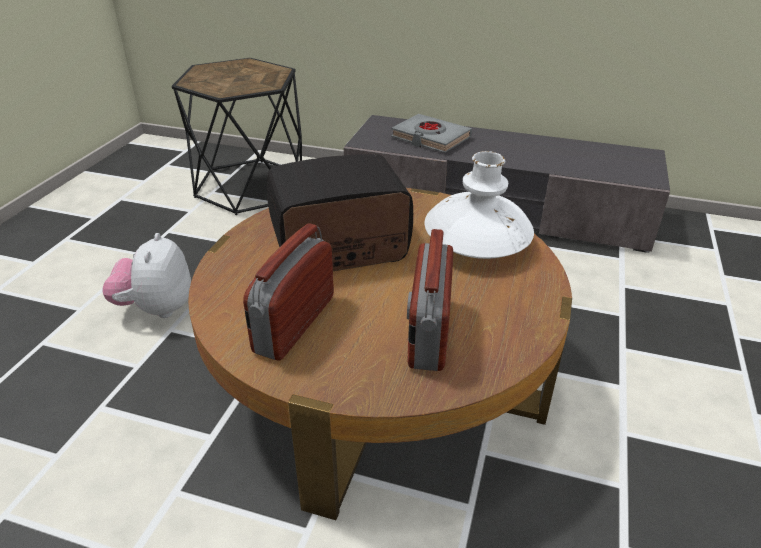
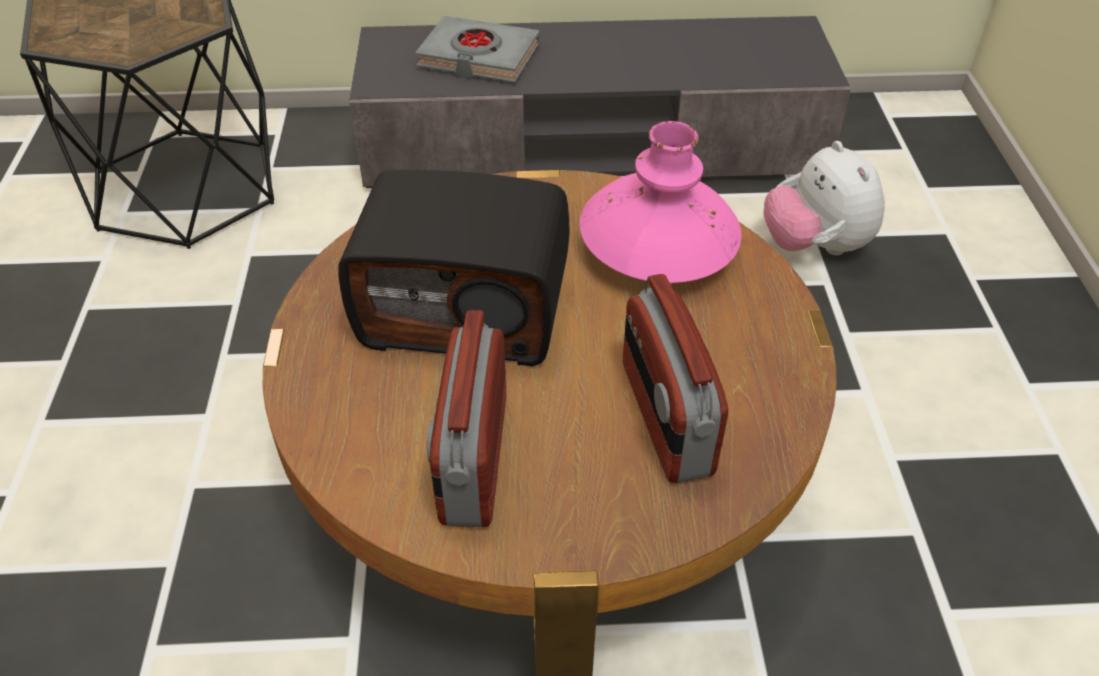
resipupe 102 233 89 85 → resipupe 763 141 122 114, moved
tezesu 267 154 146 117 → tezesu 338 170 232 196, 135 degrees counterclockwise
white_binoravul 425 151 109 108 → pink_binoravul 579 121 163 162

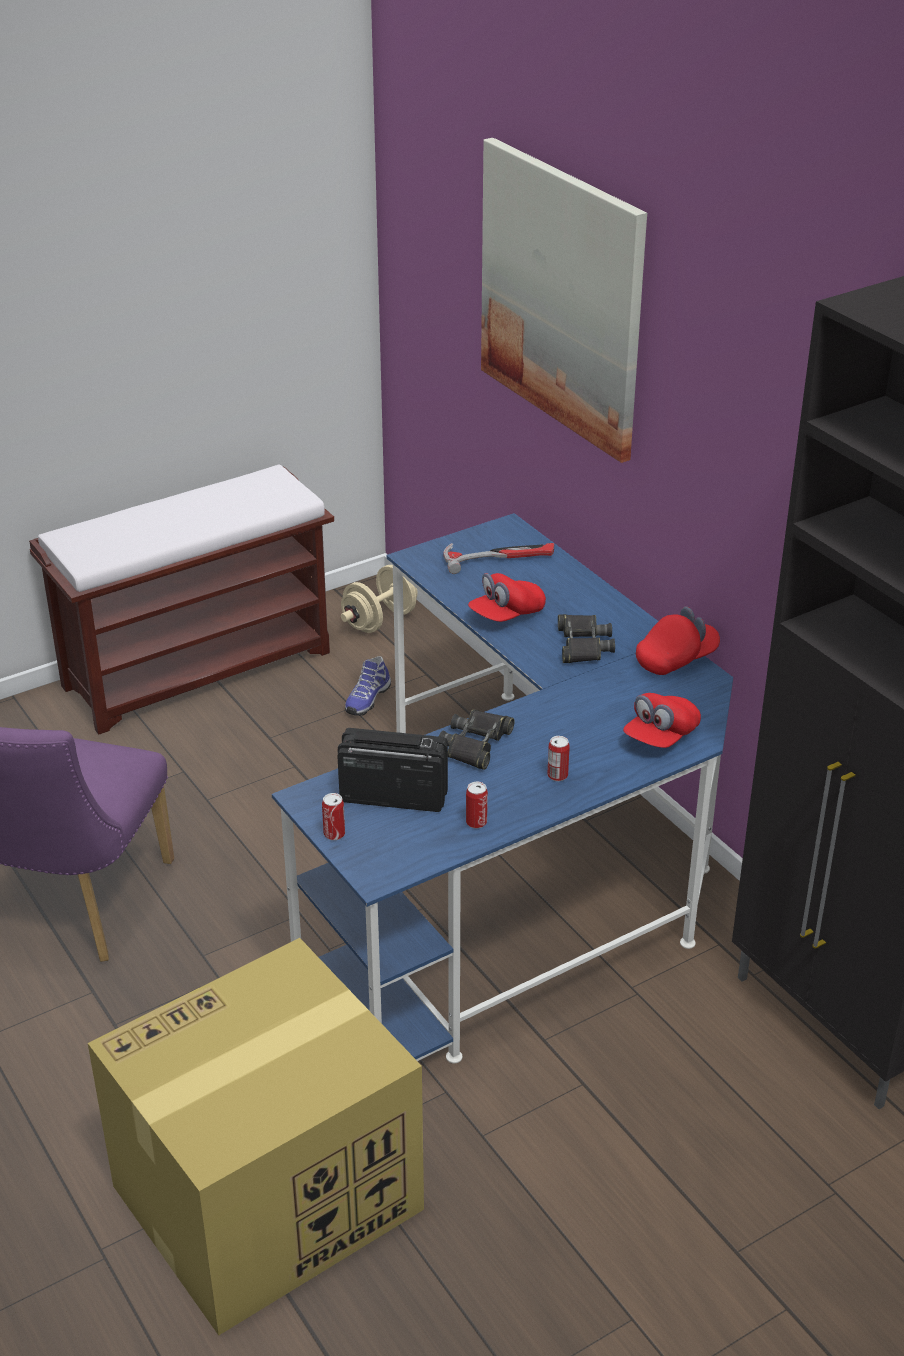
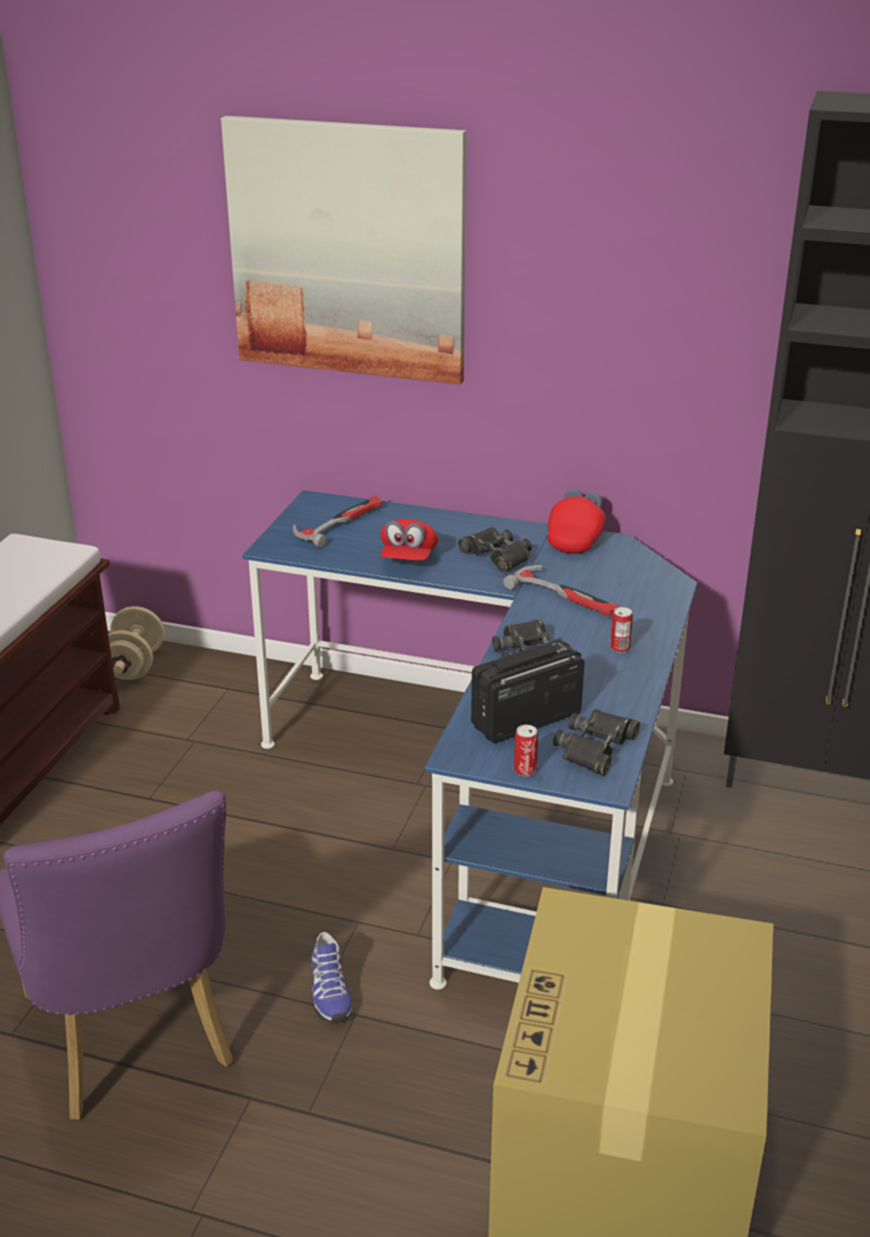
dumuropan 345 656 46 60 → dumuropan 311 932 41 91, moved
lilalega 466 782 22 47 → -
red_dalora 623 693 78 55 → -
- → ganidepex 503 565 117 51
- → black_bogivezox 553 709 87 67

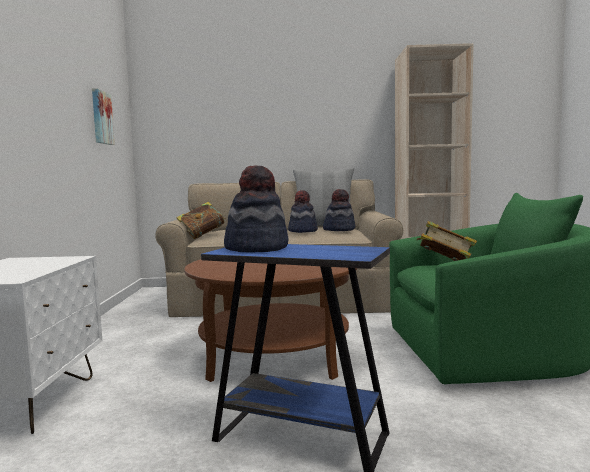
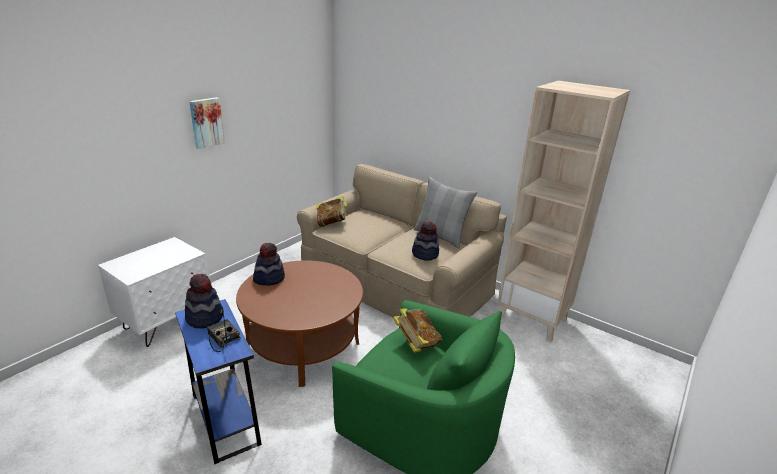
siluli 92 88 23 57 → siluli 189 97 36 52, moved
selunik 288 190 30 43 → selunik 253 243 32 43, moved
- → tezesu 207 307 33 45

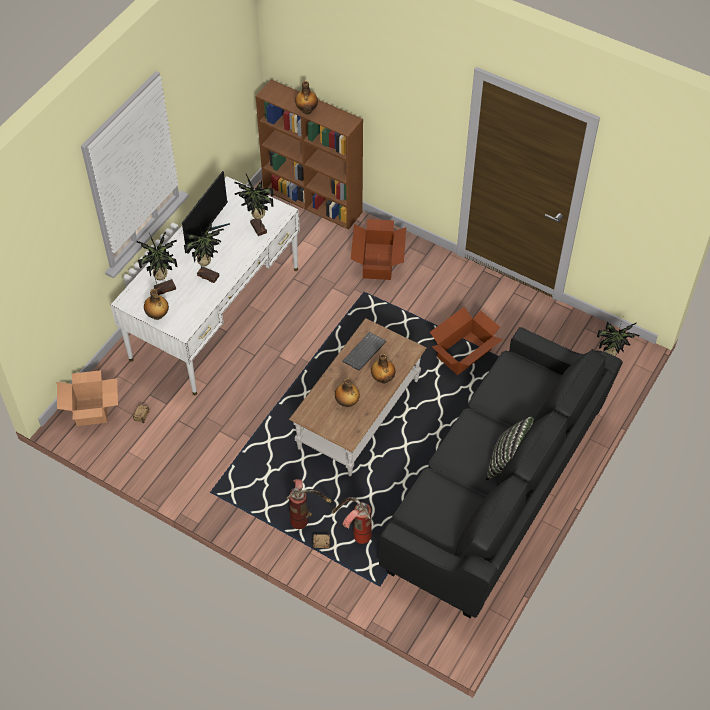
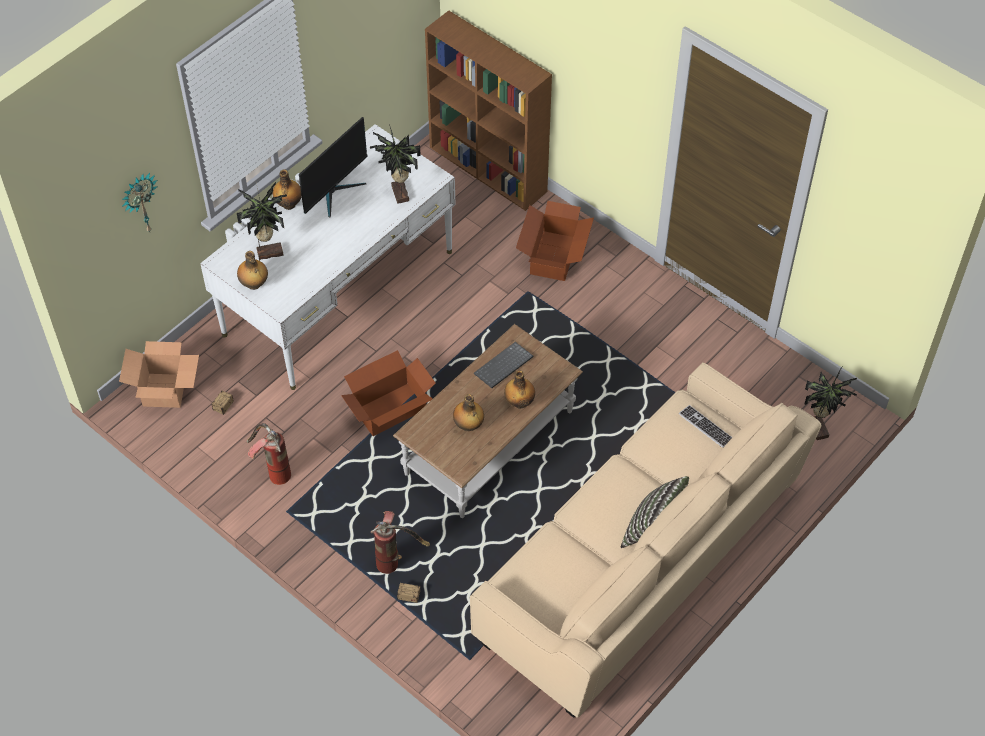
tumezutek 184 219 40 64 → -
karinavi 295 81 23 33 → karinavi 273 169 29 41, moved
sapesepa 332 497 40 47 → sapesepa 247 423 44 62, moved
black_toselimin 379 327 244 291 → beige_toselimin 470 362 352 356
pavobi 430 307 73 68 → pavobi 341 350 95 86, moved
- → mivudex 122 173 35 59
- → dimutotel 679 405 54 43

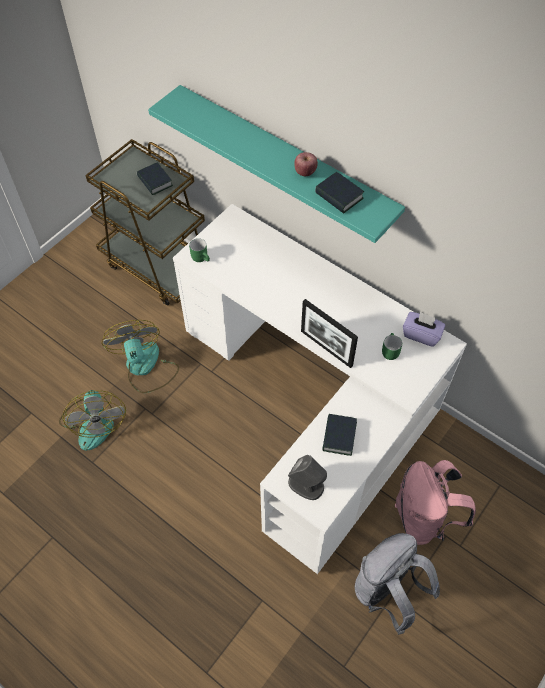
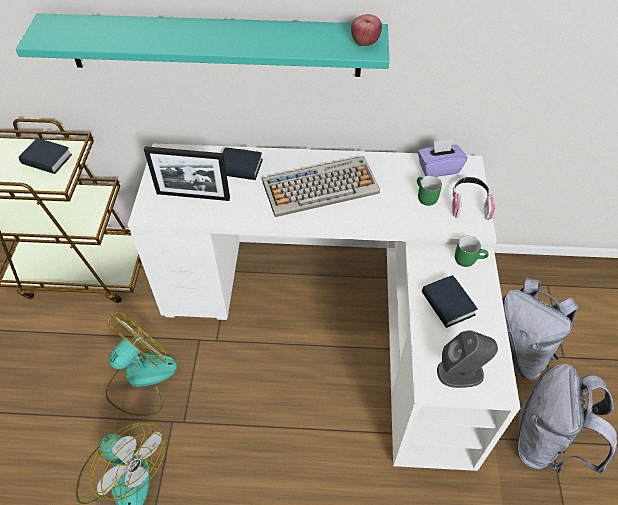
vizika 102 320 77 73 → vizika 106 311 71 105, 90 degrees clockwise
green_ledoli 189 238 21 24 → green_ledoli 455 236 34 31, moved
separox 294 152 24 24 → separox 351 14 31 32, moved
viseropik 301 299 57 69 → viseropik 144 146 86 55, moved
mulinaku 315 172 49 42 → mulinaku 222 147 41 33, moved
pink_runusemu 395 460 81 85 → grey_runusemu 502 278 77 102
- → dimutotel 262 156 118 61
- → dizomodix 452 177 43 43

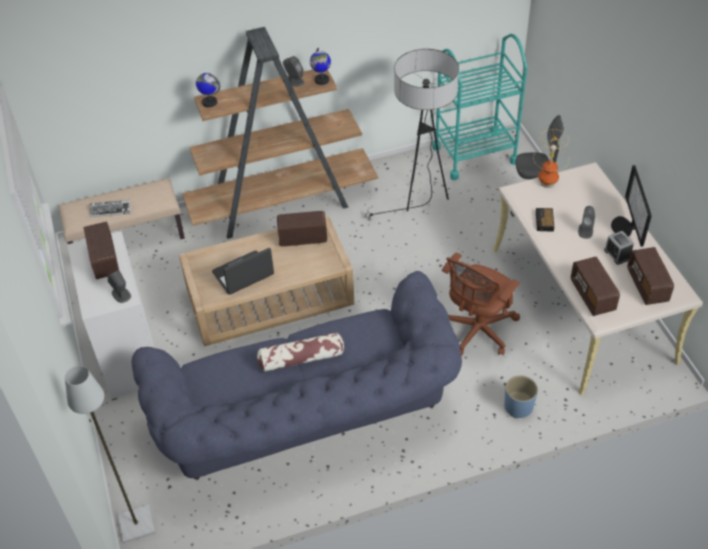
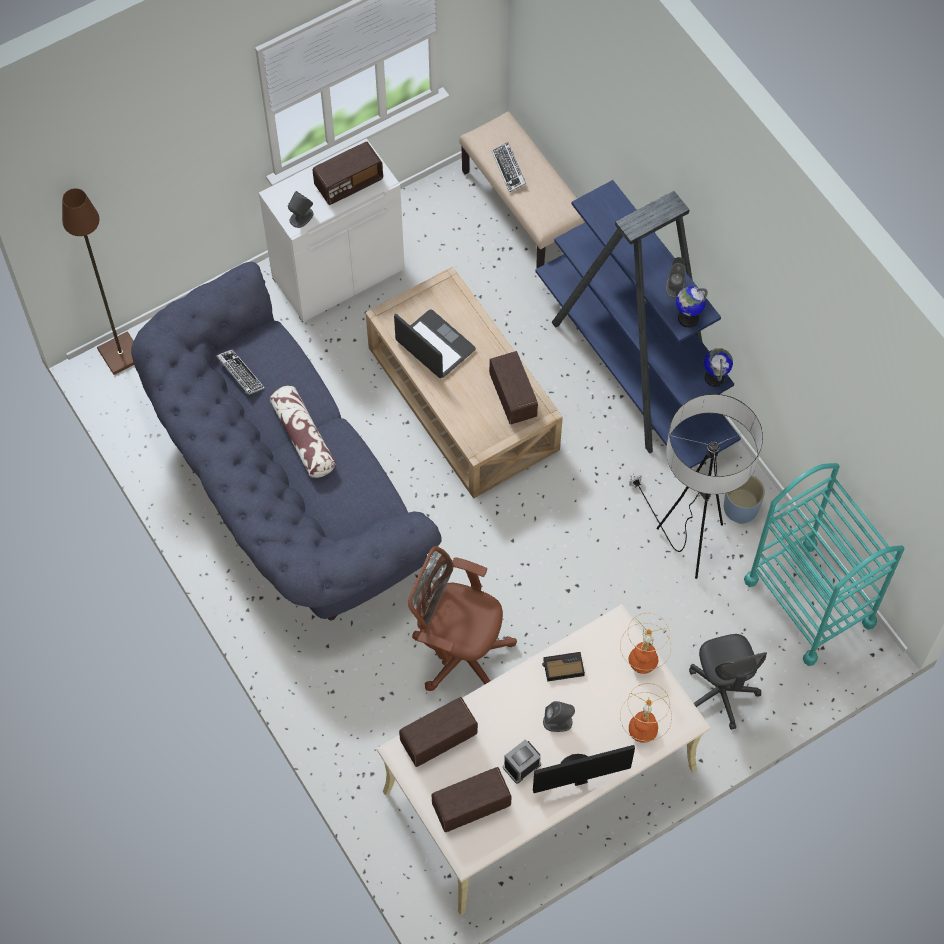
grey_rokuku 65 366 91 177 → brown_rokuku 62 188 72 187
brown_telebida 182 27 196 212 → blue_telebida 535 180 206 288
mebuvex 196 73 24 34 → mebuvex 704 348 29 39, moved
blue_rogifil 504 376 34 42 → blue_rogifil 724 476 41 48, moved
- → dimutotel 216 349 49 46
- → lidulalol 620 683 52 60

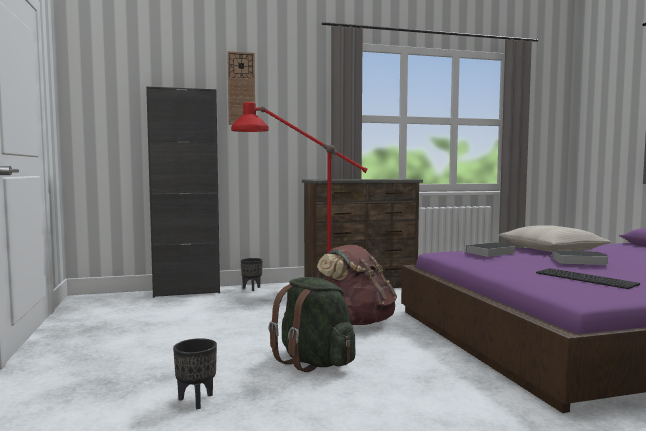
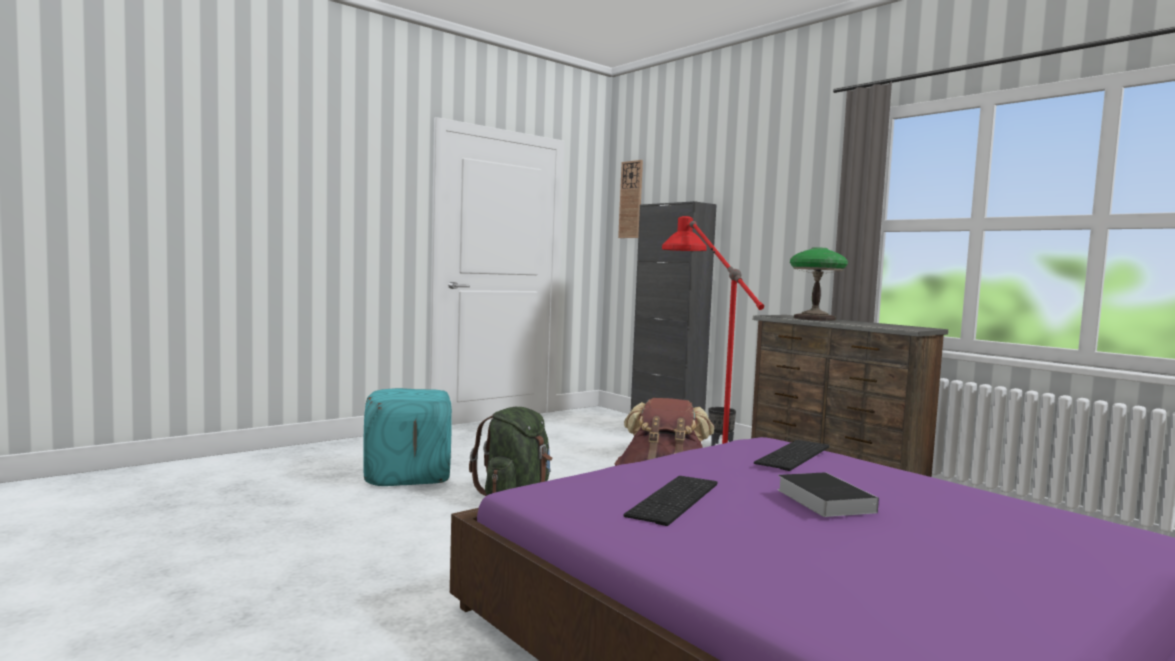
black_rogifil 173 338 44 71 → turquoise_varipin 363 388 89 98
mivudex 227 51 28 74 → mivudex 618 160 25 78, moved
mulinaku 462 242 54 15 → dimutotel 754 440 75 31
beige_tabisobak 499 225 112 27 → -
- → lidulalol 790 247 58 74

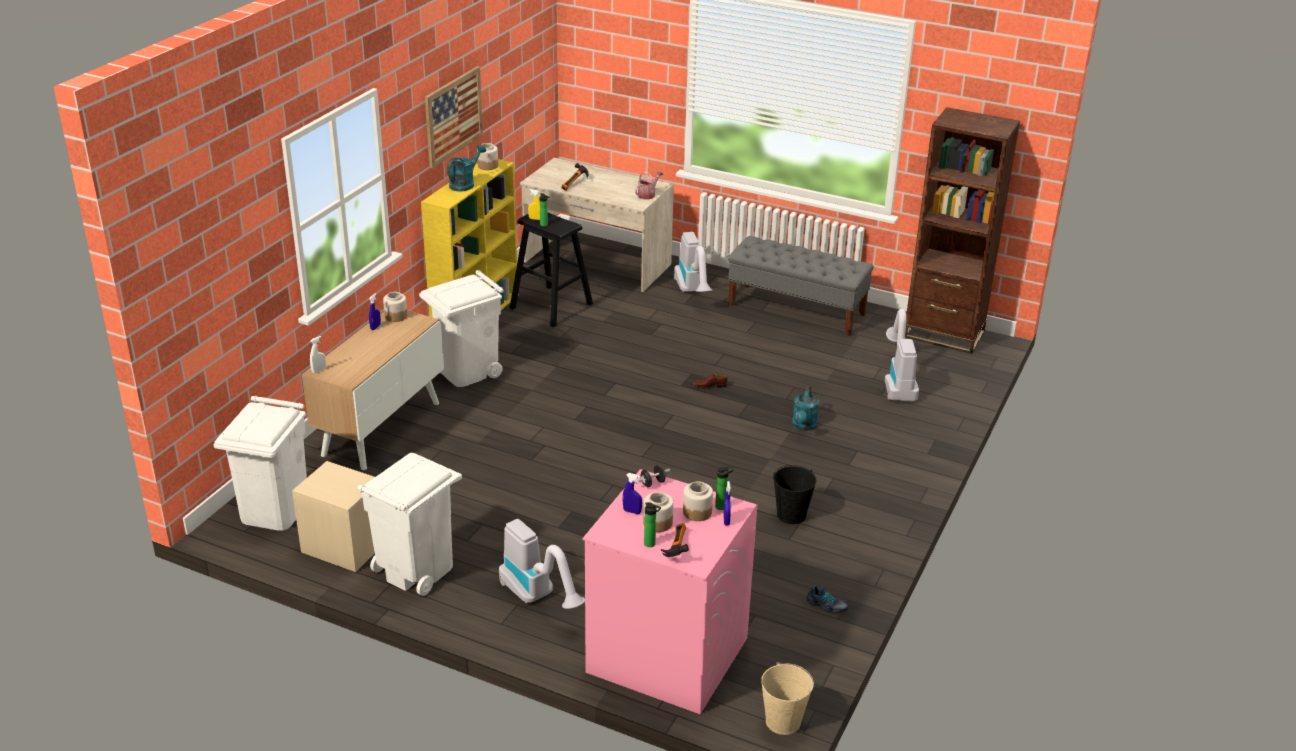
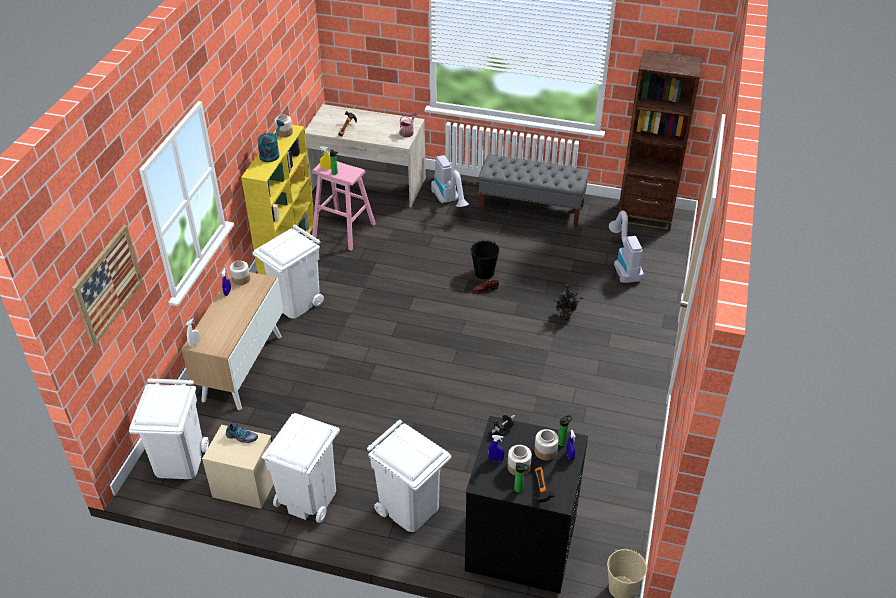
siluli 425 66 58 102 → siluli 72 225 71 121, moved
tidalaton 499 519 86 90 → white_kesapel 367 420 84 112
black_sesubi 510 213 83 115 → pink_sesubi 312 161 64 89
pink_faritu 583 469 174 245 → black_faritu 465 416 123 178
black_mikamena 773 465 43 59 → black_mikamena 471 240 28 39, moved
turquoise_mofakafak 792 386 27 45 → tumezutek 552 283 32 37
dumuropan 807 585 41 29 → dumuropan 226 423 32 20, moved

